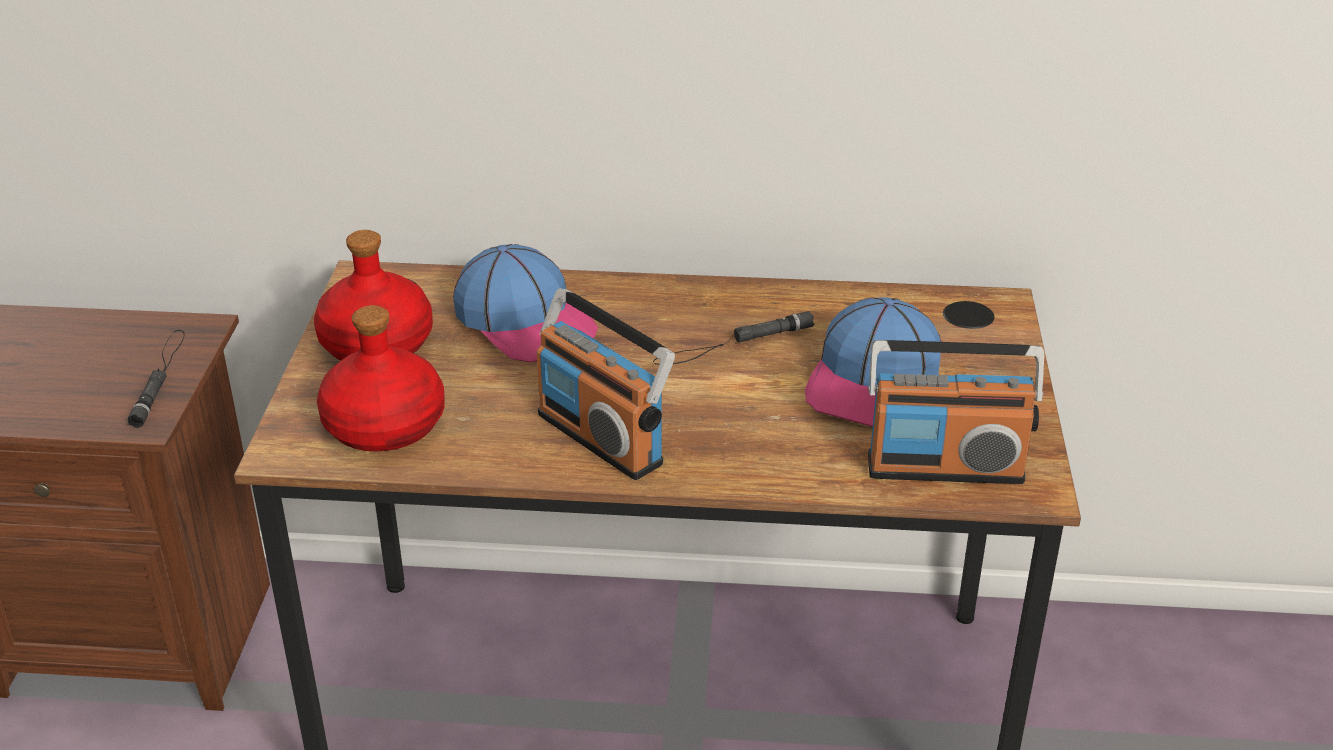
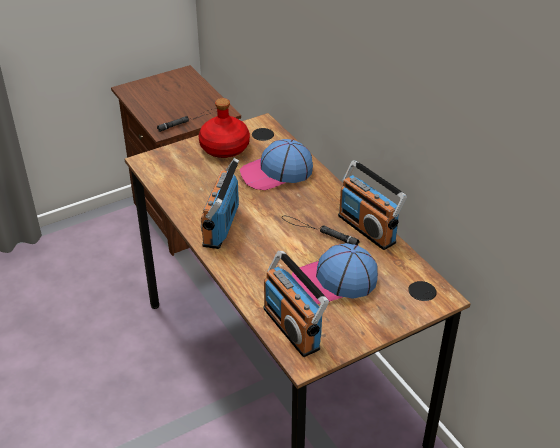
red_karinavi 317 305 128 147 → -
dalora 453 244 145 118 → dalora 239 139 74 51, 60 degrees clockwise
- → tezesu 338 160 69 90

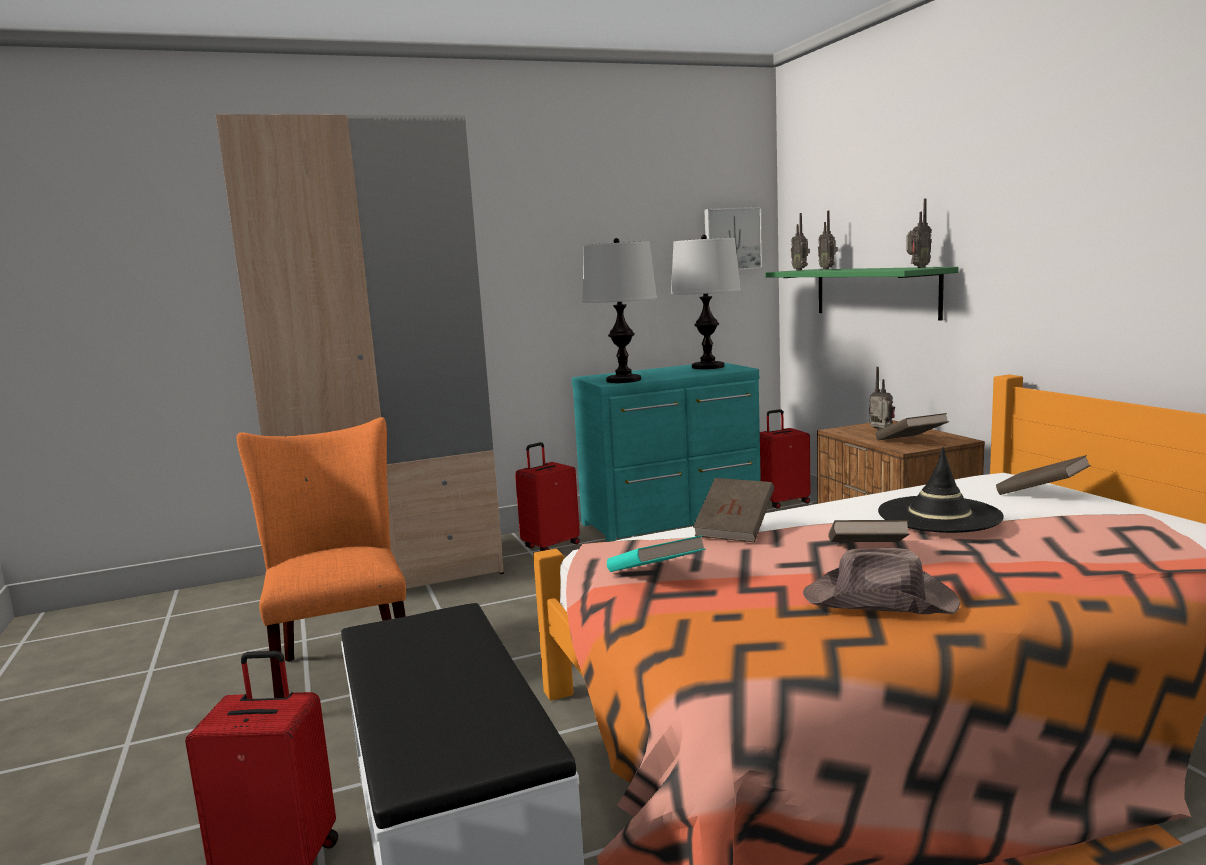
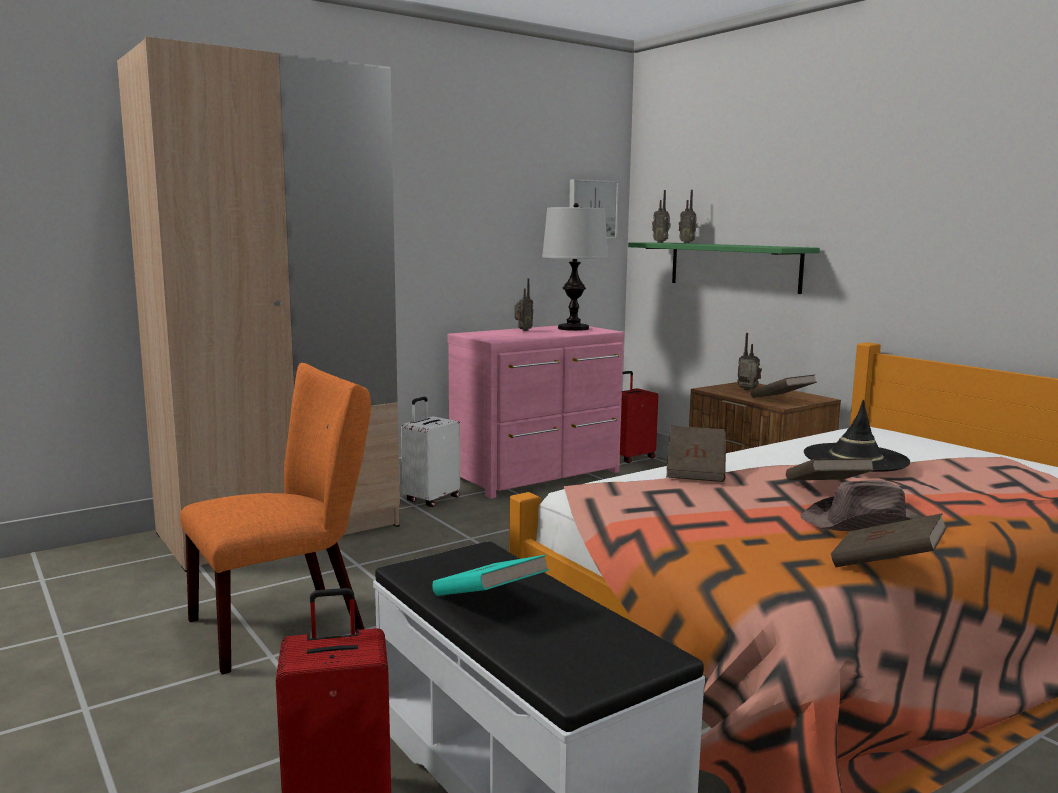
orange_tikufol 237 417 169 281 → orange_tikufol 180 363 191 312, 90 degrees clockwise
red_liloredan 515 442 65 109 → white_liloredan 401 397 59 110
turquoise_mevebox 571 363 190 179 → pink_mevebox 448 326 177 173
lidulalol 582 238 75 145 → -
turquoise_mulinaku 607 535 99 37 → turquoise_mulinaku 432 555 118 41, moved
tezesu 906 198 25 70 → tezesu 514 278 19 53, moved
brown_mulinaku 996 455 95 40 → brown_mulinaku 831 513 116 54, moved

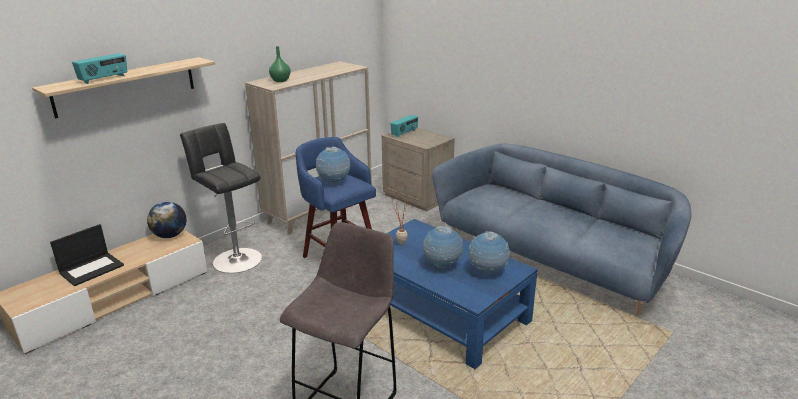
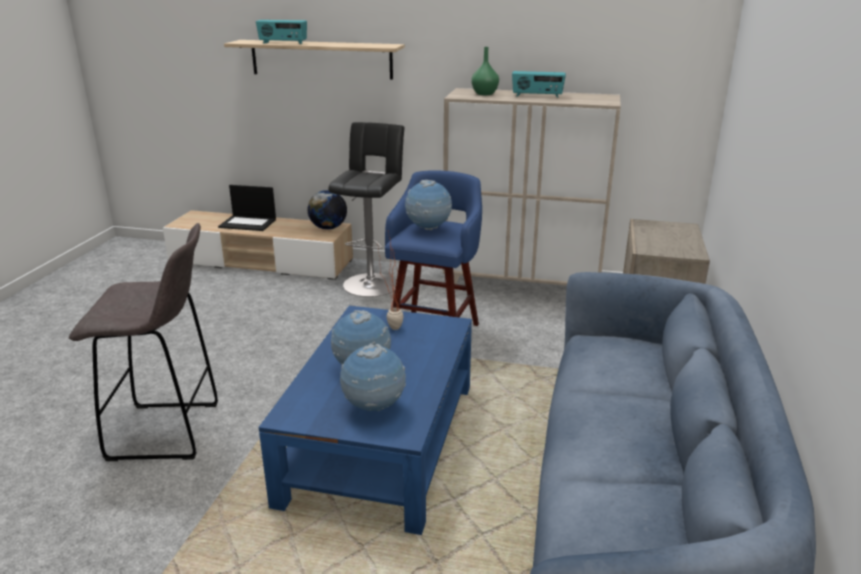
tezesu 390 115 28 22 → tezesu 512 71 54 27, moved

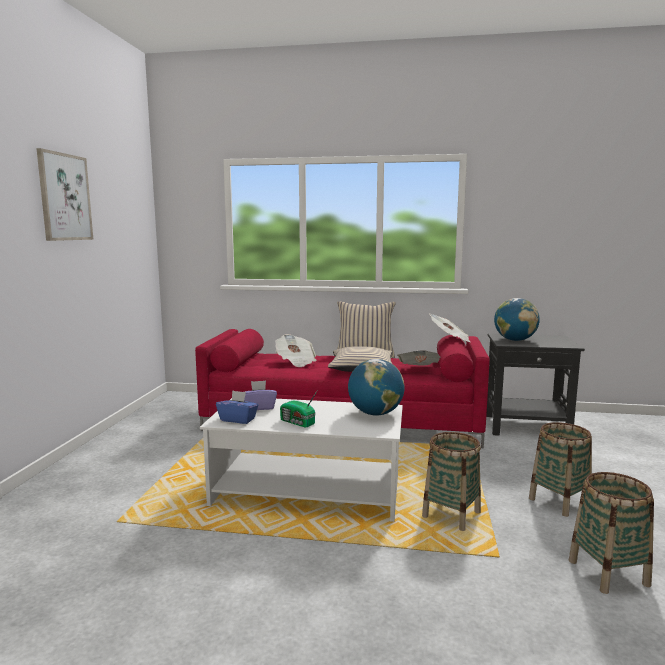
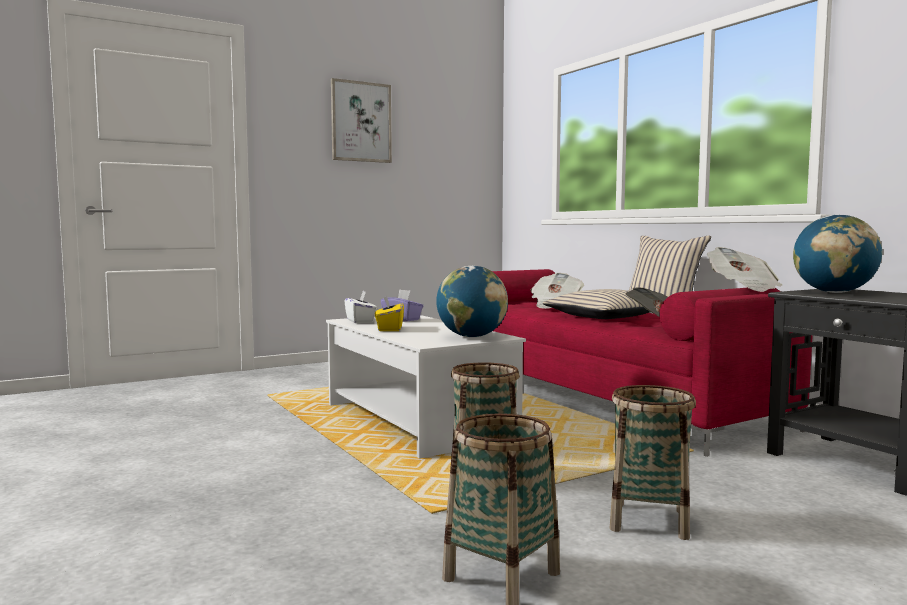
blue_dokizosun 216 390 42 34 → white_dokizosun 344 291 33 32
tezesu 280 390 38 38 → yellow_dokizosun 375 295 29 36

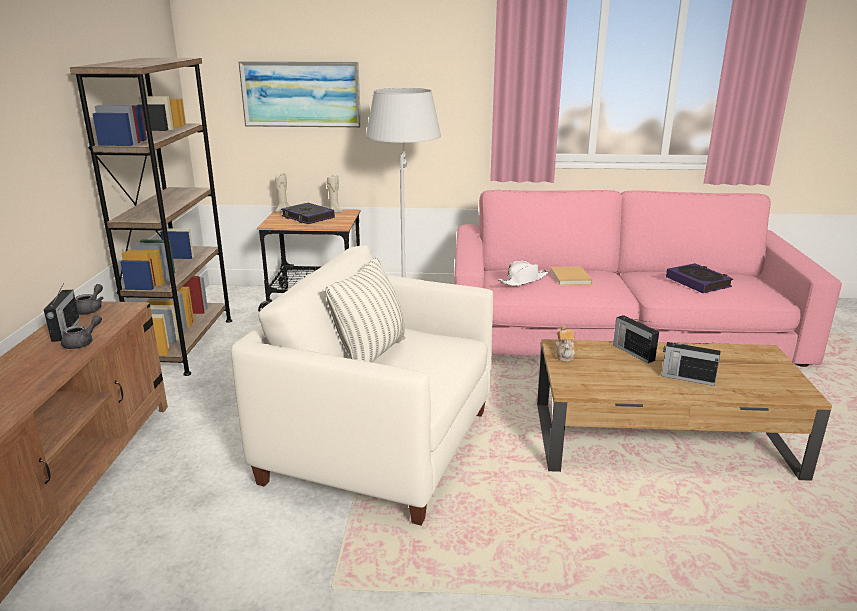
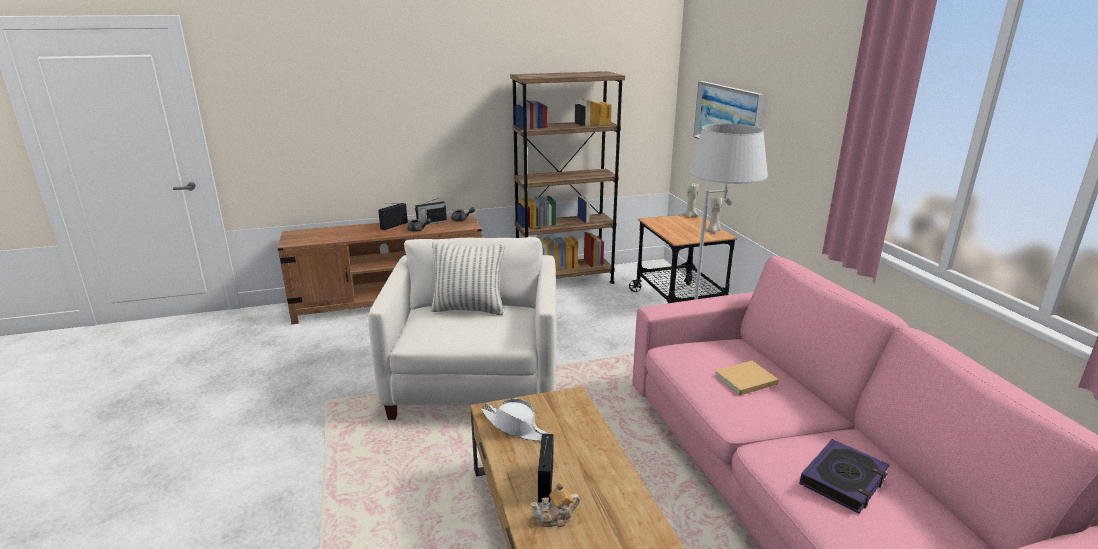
mulinaku 281 203 54 21 → -
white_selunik 498 261 50 25 → white_selunik 481 398 68 43, moved
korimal 556 325 19 37 → korimal 530 482 50 45, moved
tezesu 613 315 46 48 → tezesu 378 203 30 27, moved

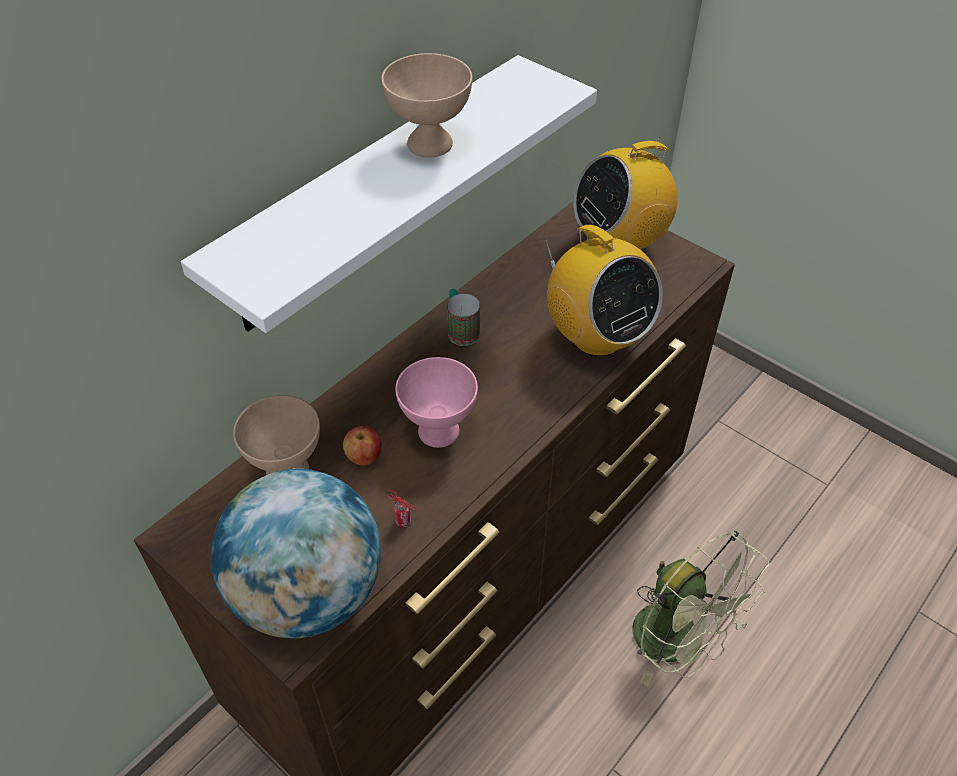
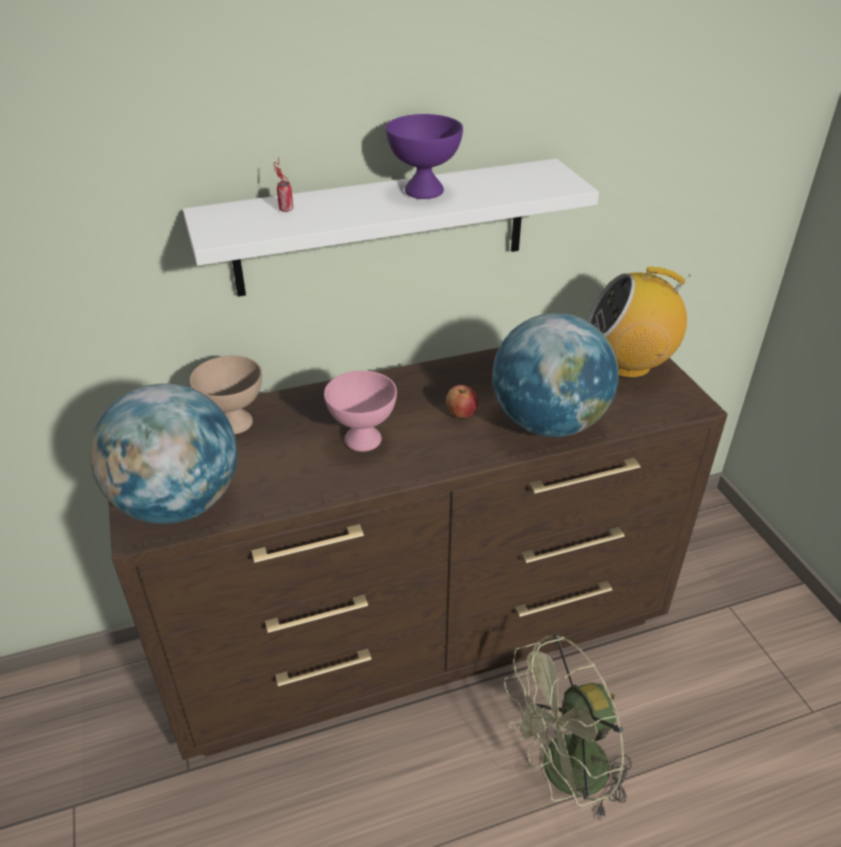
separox 343 426 39 39 → separox 447 385 31 33, moved
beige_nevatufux 381 53 91 105 → purple_nevatufux 386 114 77 85
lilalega 385 490 33 37 → lilalega 274 157 19 55, moved
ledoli 447 289 33 57 → -
tezesu 544 225 119 132 → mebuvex 493 313 125 124
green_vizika 632 530 137 156 → green_vizika 504 634 128 187, 75 degrees clockwise

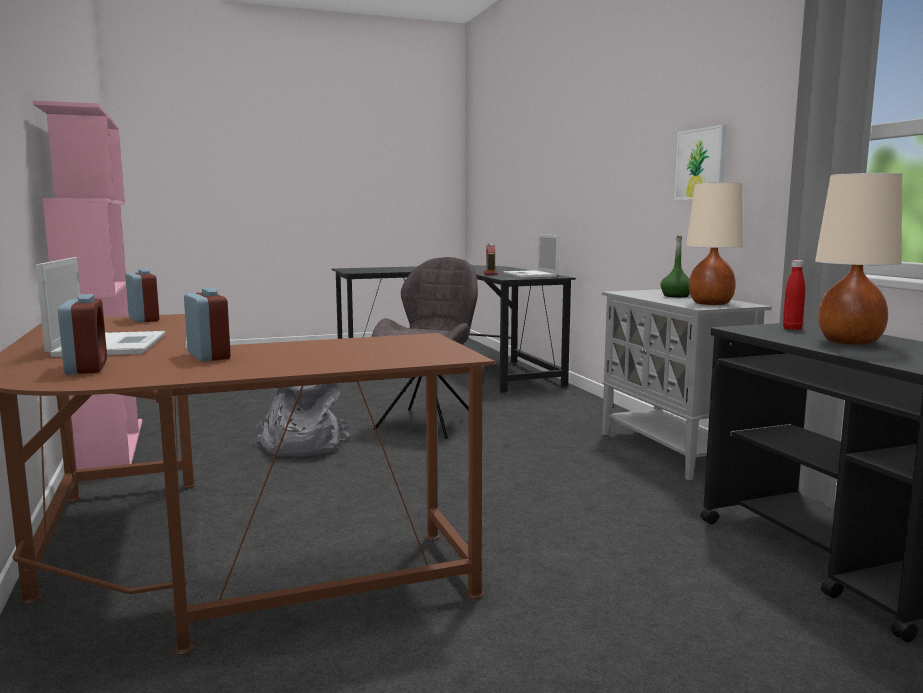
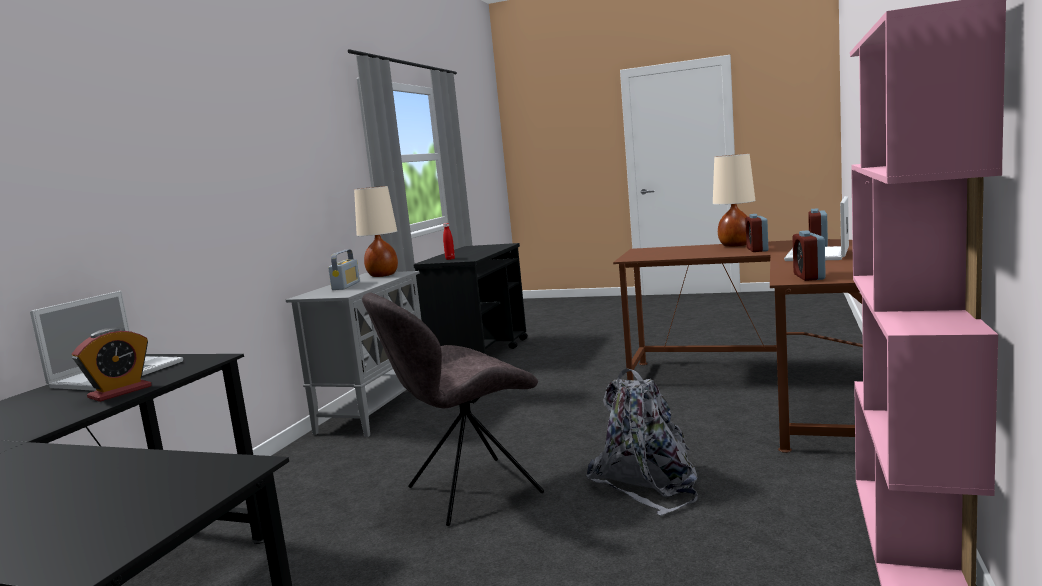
green_karinavi 660 235 30 62 → tezesu 328 249 32 41
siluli 674 125 52 75 → -
beige_lidulalol 815 173 87 172 → beige_lidulalol 713 154 42 93, moved

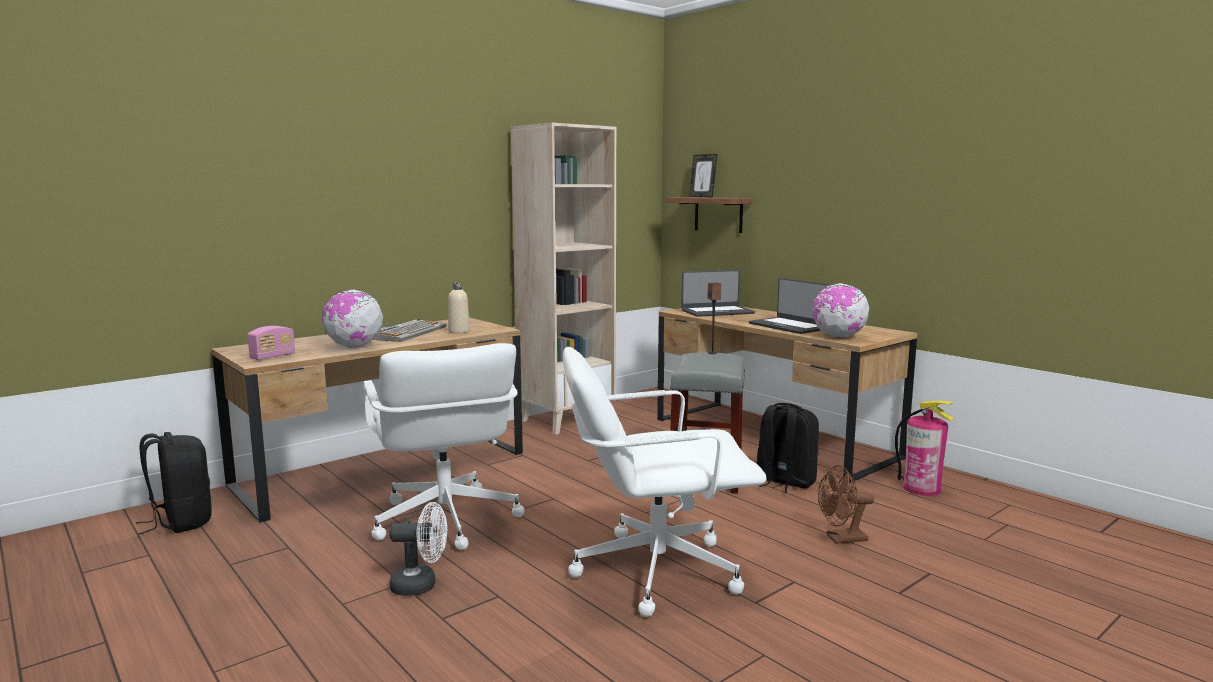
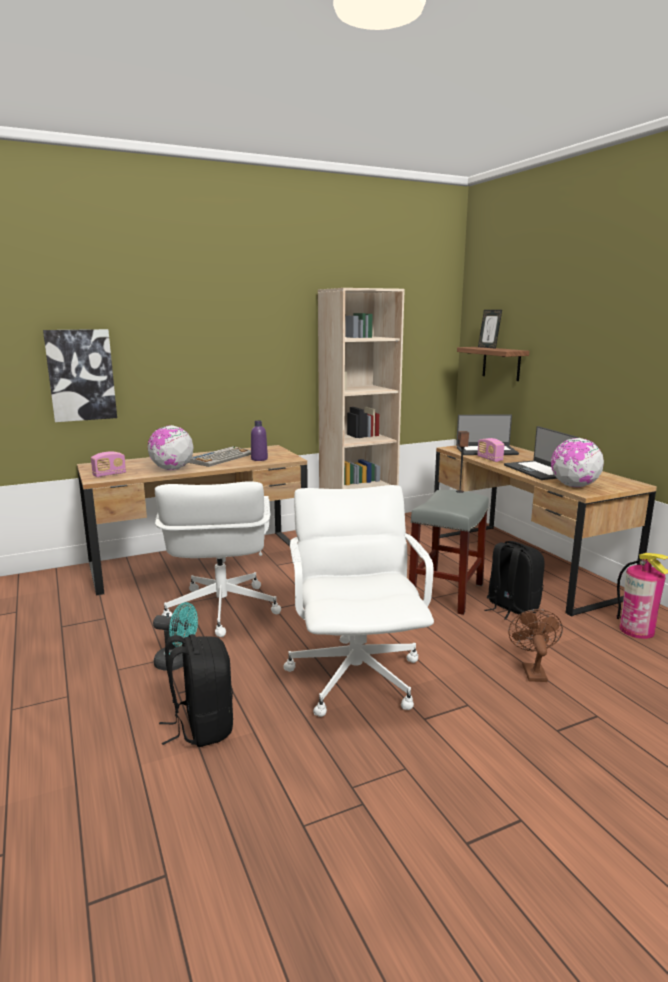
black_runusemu 136 432 76 103 → black_runusemu 159 634 74 113, moved
white_vizika 390 502 57 94 → turquoise_vizika 153 602 45 69
beige_karinavi 448 283 22 50 → purple_karinavi 251 420 17 41
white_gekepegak 563 347 204 270 → white_gekepegak 283 485 151 232, 75 degrees clockwise
brown_vizika 818 465 56 79 → brown_vizika 508 609 55 73, 90 degrees clockwise
- → siluli 43 329 74 93
- → tezesu 477 438 27 24

